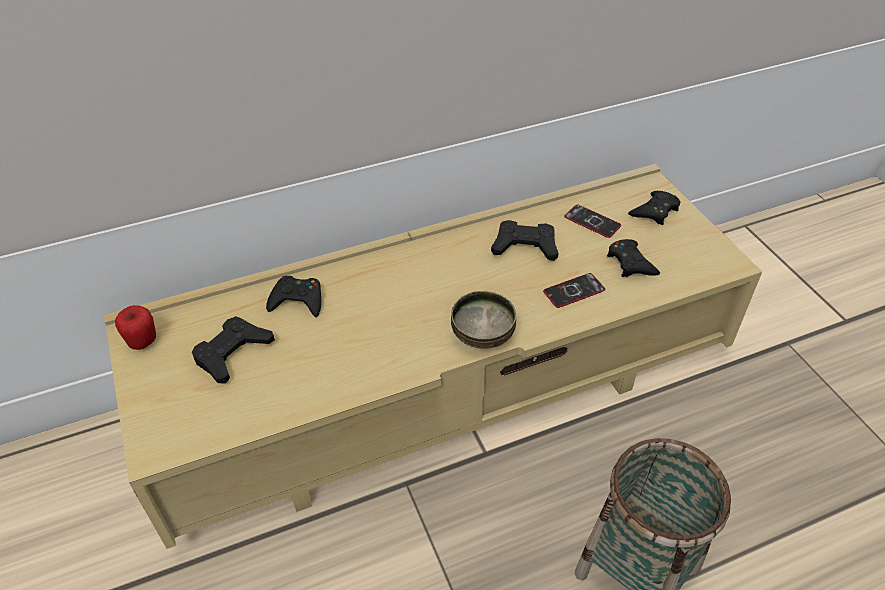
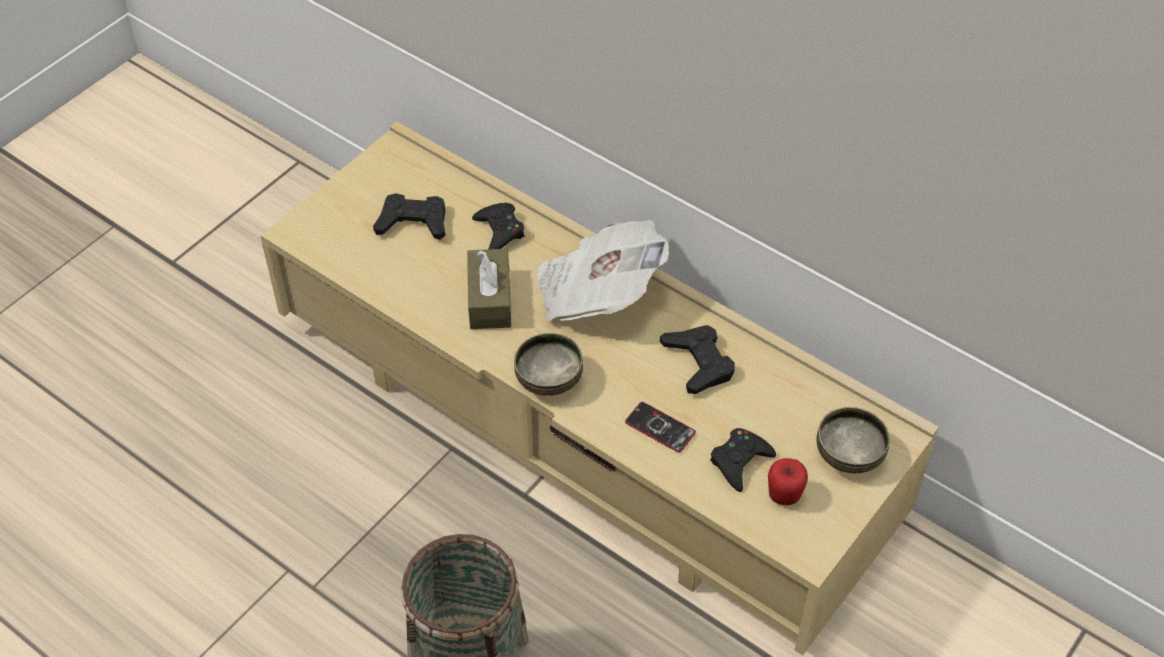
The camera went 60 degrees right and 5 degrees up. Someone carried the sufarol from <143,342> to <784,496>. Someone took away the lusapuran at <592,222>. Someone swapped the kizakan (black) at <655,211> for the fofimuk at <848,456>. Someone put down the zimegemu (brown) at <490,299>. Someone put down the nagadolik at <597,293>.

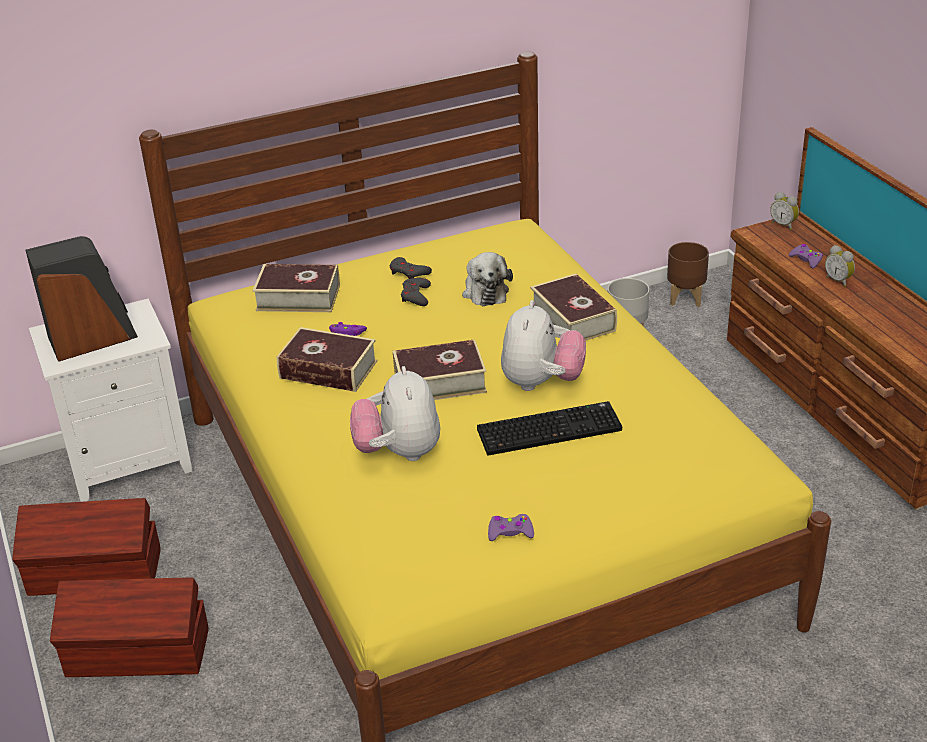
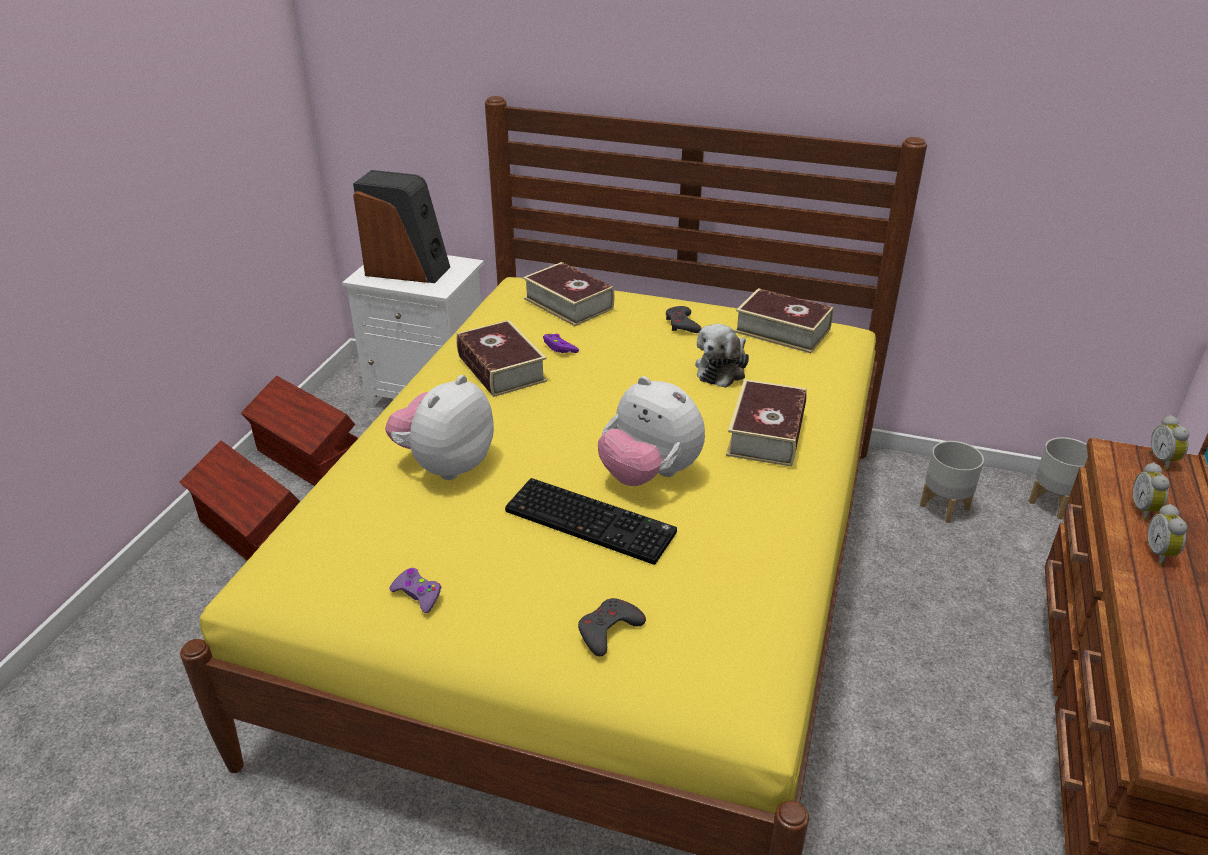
The camera went 40 degrees right and 0 degrees up. Someone carried the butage from <439,382> to <782,330>. Someone carried the kizakan (grey) from <416,296> to <608,630>. Someone rotated the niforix at <541,382> by 75 degrees clockwise. Someone repainted the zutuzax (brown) at <686,298>, which became the zutuzax (grey) at <1054,504>. Someone swapped the kizakan (purple) at <806,260> for the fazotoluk at <1145,510>.

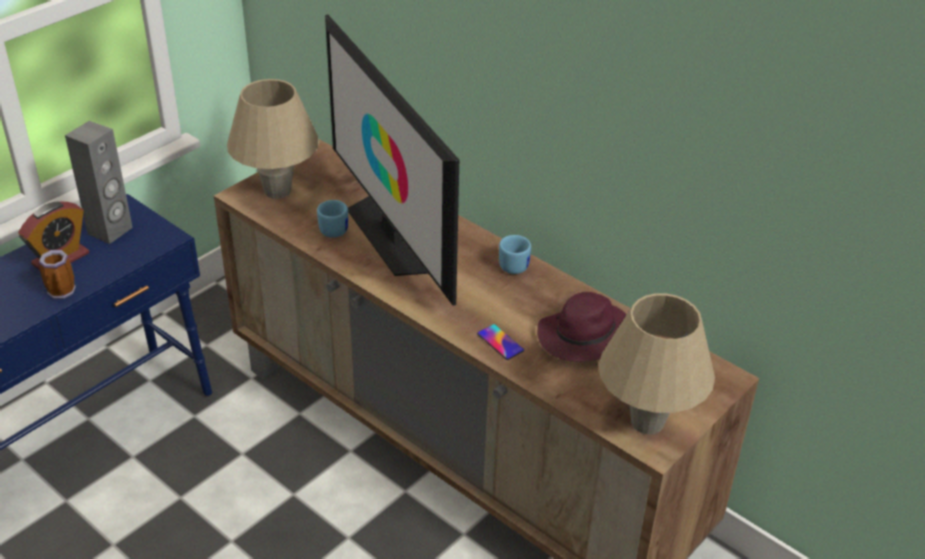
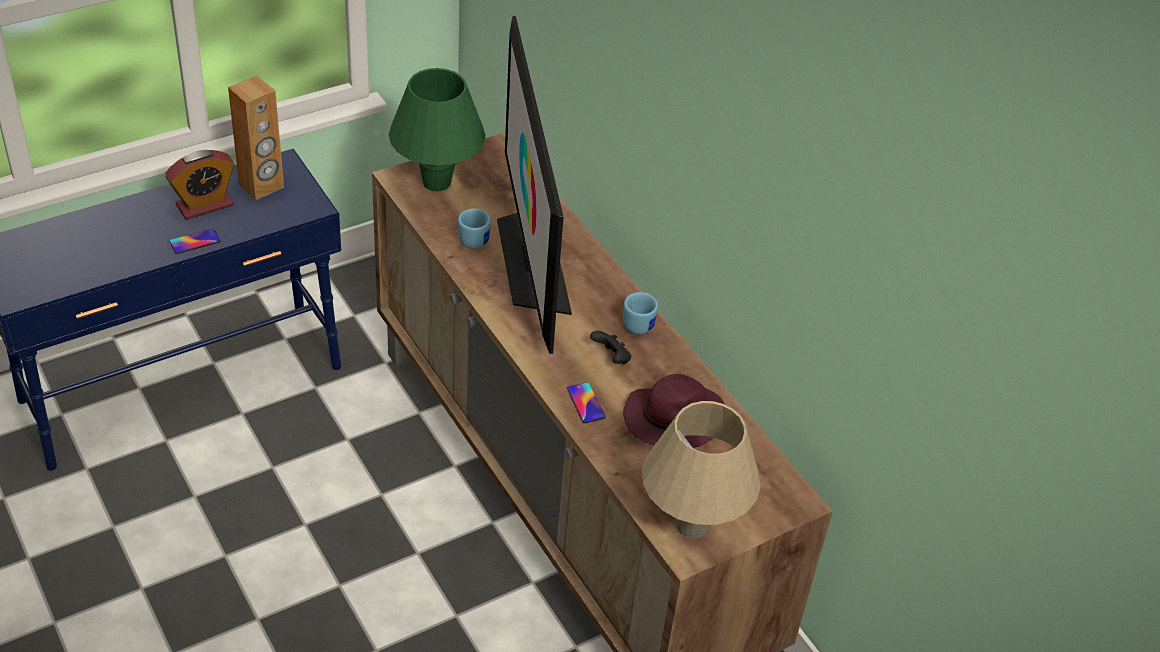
The camera went 15 degrees right and 5 degrees up. Someone swapped the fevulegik at <63,292> for the lusapuran at <194,241>. Someone repainted the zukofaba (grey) at <110,231>, which became the zukofaba (brown) at <262,186>. Someone repainted the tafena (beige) at <277,191>, which became the tafena (green) at <437,182>. Someone put down the kizakan (black) at <611,358>.

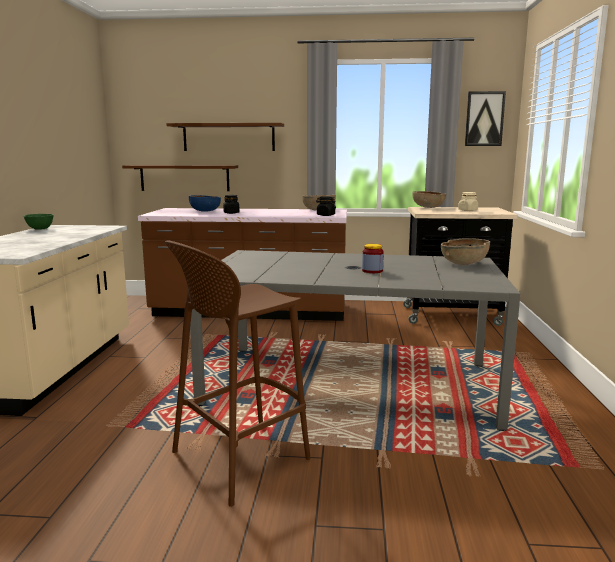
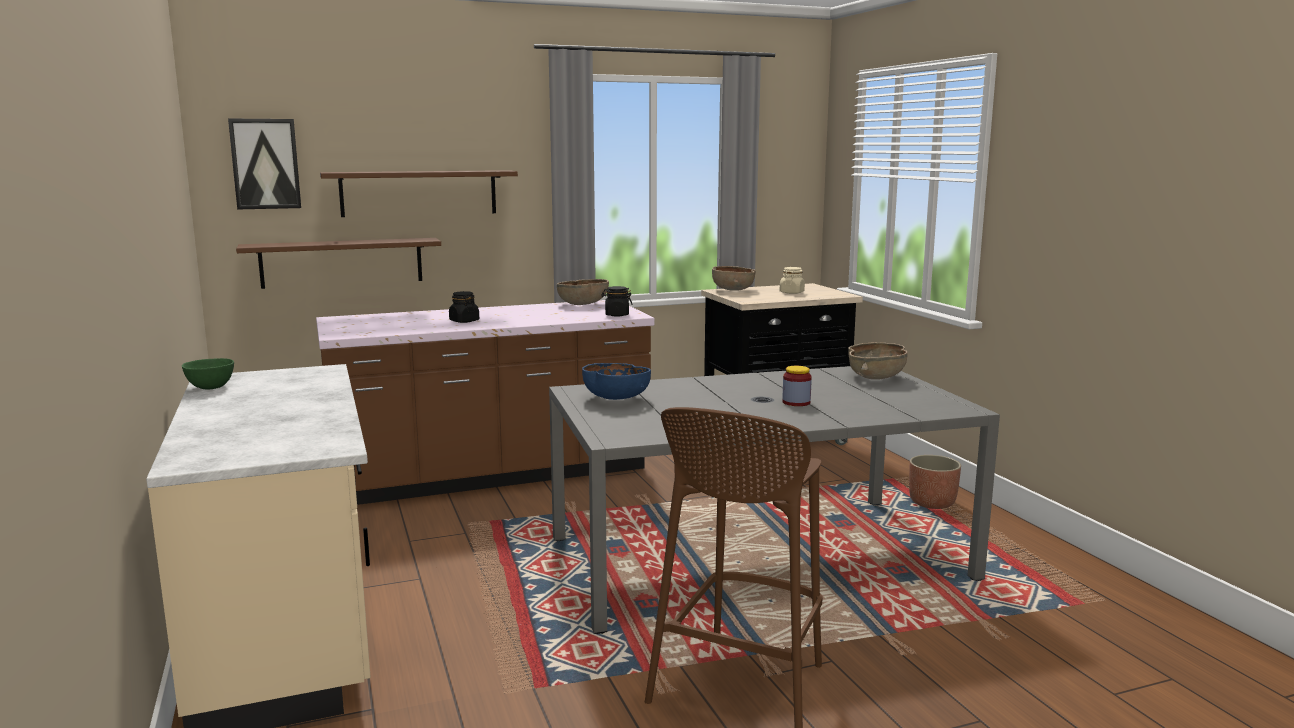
The camera went 25 degrees left and 0 degrees up. Someone carried the fofimuk (blue) from <205,211> to <615,399>. Someone carried the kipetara from <484,119> to <265,164>. Someone put down the zutuzax at <932,503>.

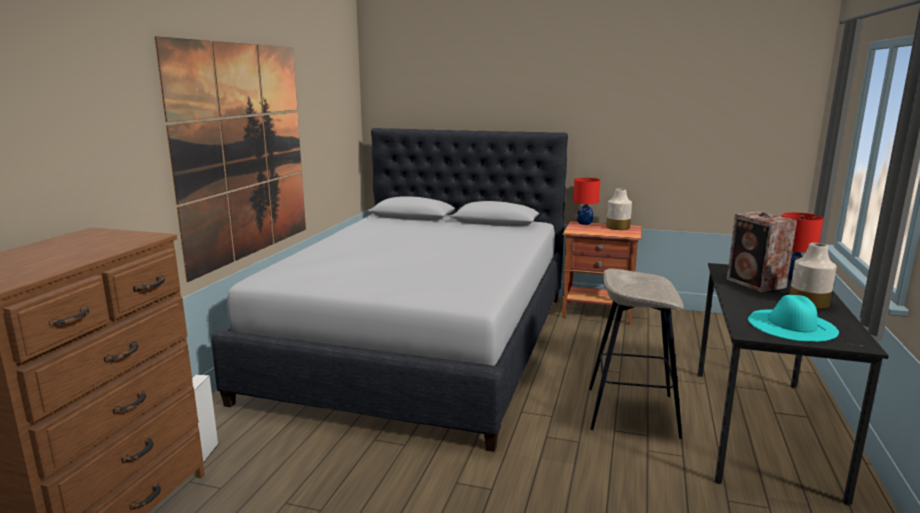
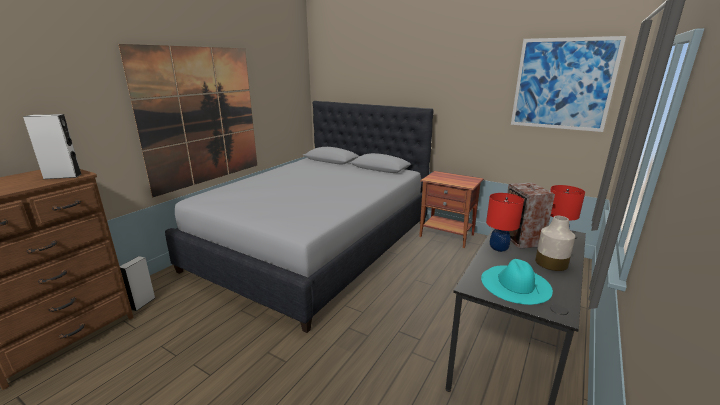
The camera went 15 degrees right and 5 degrees up. Someone carried the tafena (red) from <584,224> to <498,249>. Someone took away the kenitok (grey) at <631,411>. Someone took away the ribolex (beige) at <618,227>. Someone put down the zukofaba (grey) at <63,176>. Someone put up the kipetara at <562,84>.

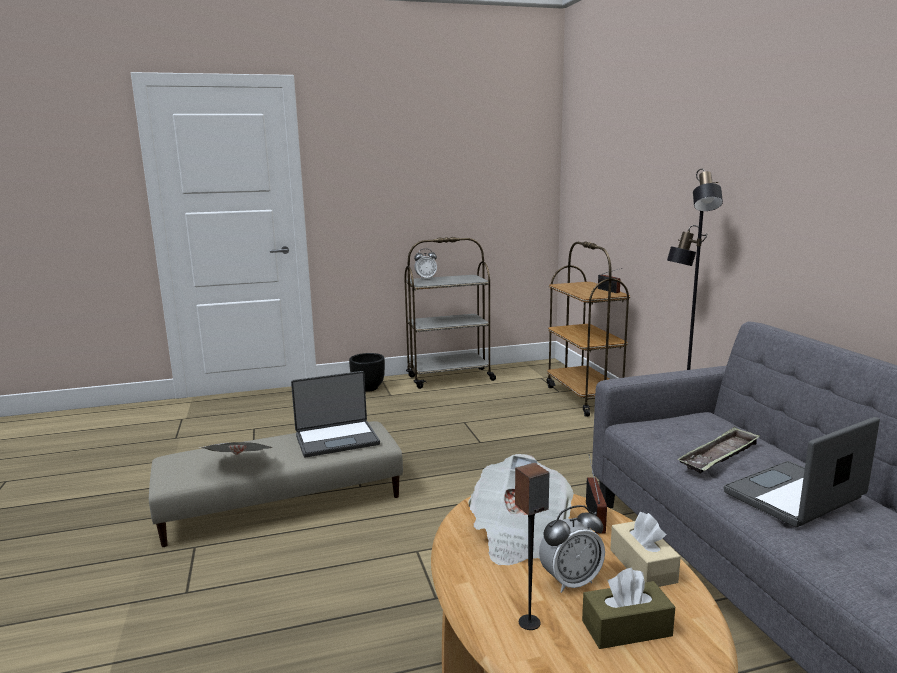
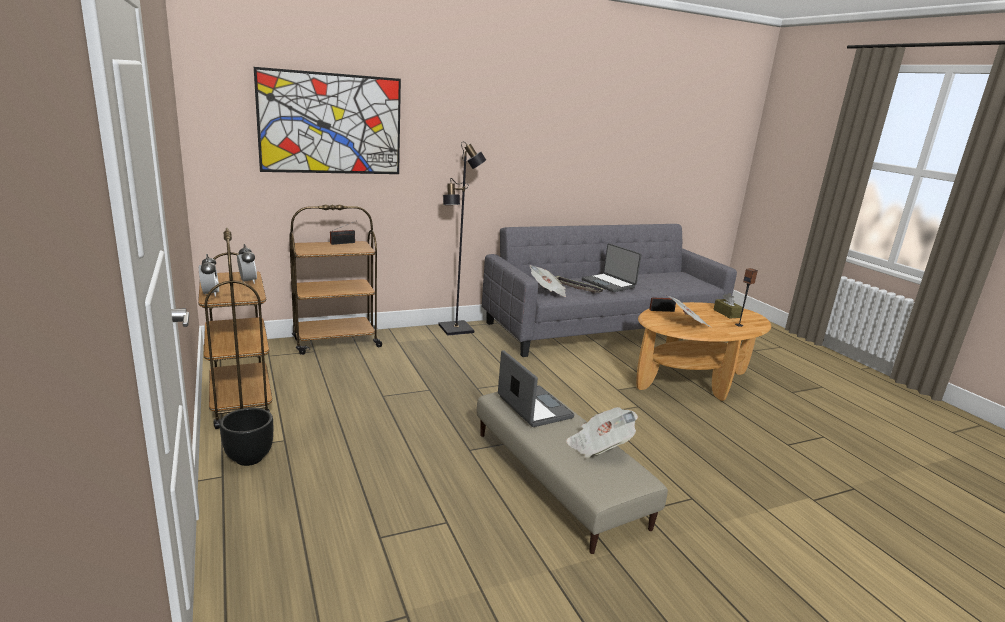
The camera went 100 degrees left and 5 degrees up. Someone repainted the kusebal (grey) at <449,378>, which became the kusebal (brown) at <240,403>. Someone carried the fazotoluk from <570,582> to <248,281>. Someone took away the zimegemu (beige) at <642,566>. Someone put up the kipetara at <331,124>. Someone put down the nagadolik at <547,291>.

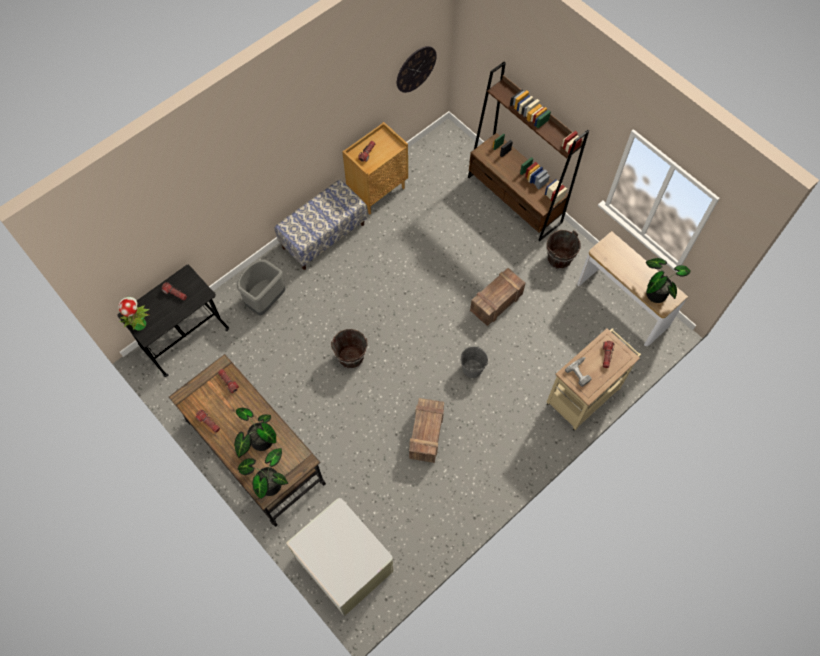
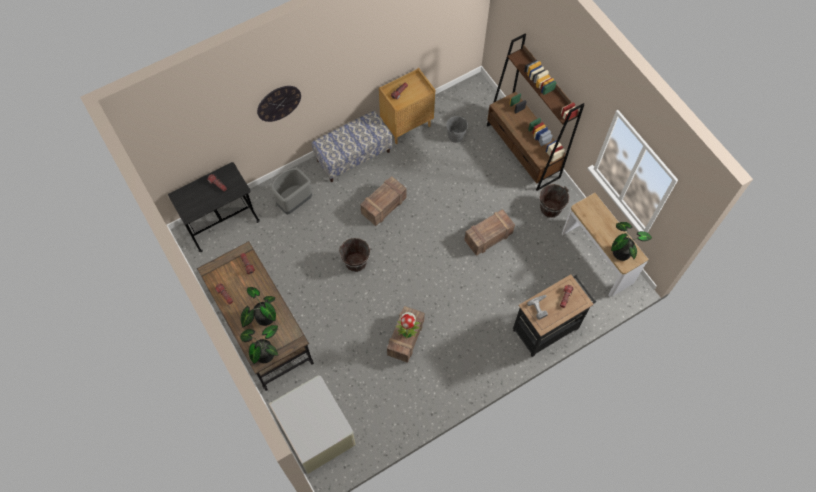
The camera went 10 degrees right and 0 degrees up. Someone carried the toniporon from <139,323> to <407,331>. Someone carried the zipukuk from <416,69> to <279,103>. Someone carried the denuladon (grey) from <472,368> to <455,136>. Someone repainted the kusebal (beige) at <584,395>, which became the kusebal (black) at <547,329>. Someone put down the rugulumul at <384,205>.

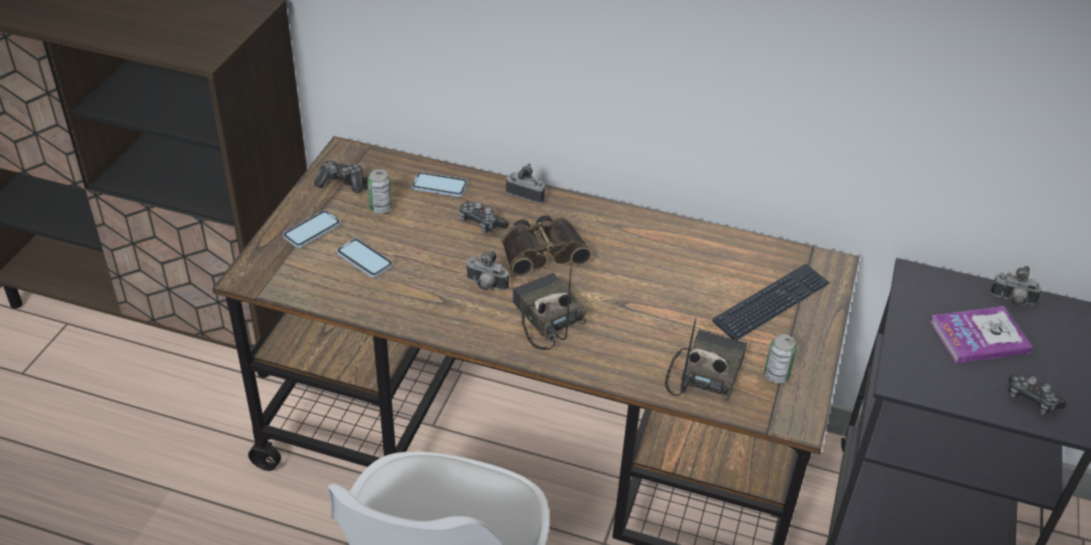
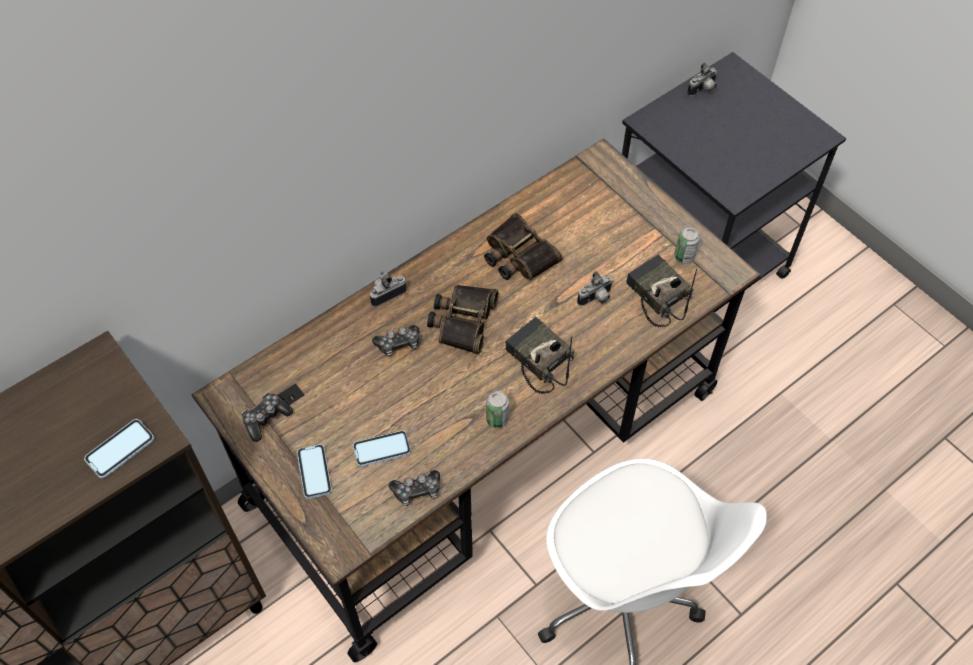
The camera went 55 degrees left and 15 degrees up. Someone carried the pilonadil from <380,208> to <497,419>. Someone carried the lusapuran from <439,186> to <120,449>. Someone carried the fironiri from <485,286> to <596,299>. Someone rotated the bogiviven at <545,318> by 45 degrees clockwise. Someone took away the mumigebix at <772,303>. Someone took away the butage at <979,337>. Someone carried the kizakan from <1031,400> to <417,491>. Someone put down the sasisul at <517,255>.

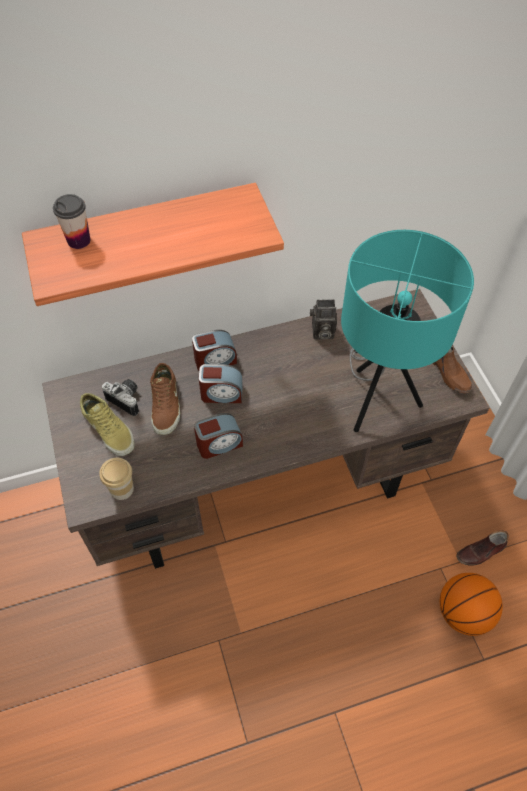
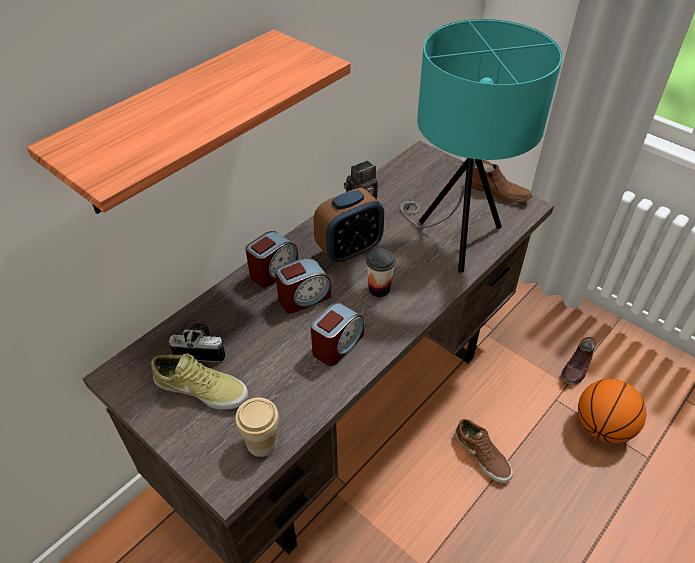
The camera went 30 degrees left and 10 degrees down. Someone carried the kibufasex from <79,240> to <379,289>. Someone carried the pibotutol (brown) from <166,405> to <483,454>. Someone put down the fazotoluk at <349,249>.

